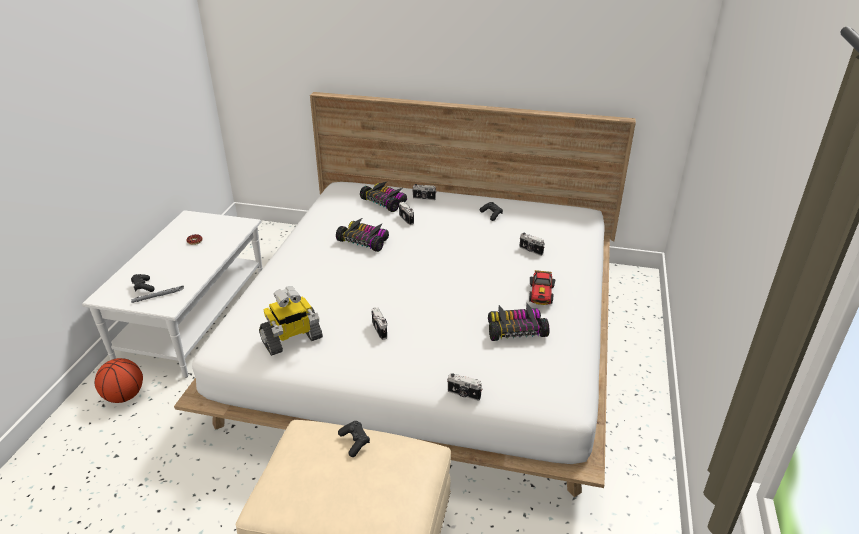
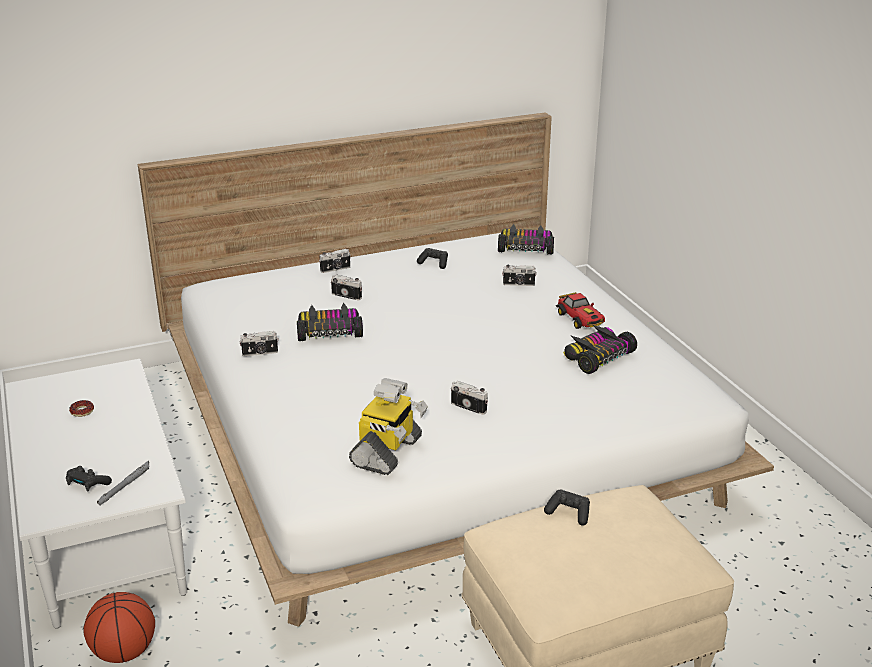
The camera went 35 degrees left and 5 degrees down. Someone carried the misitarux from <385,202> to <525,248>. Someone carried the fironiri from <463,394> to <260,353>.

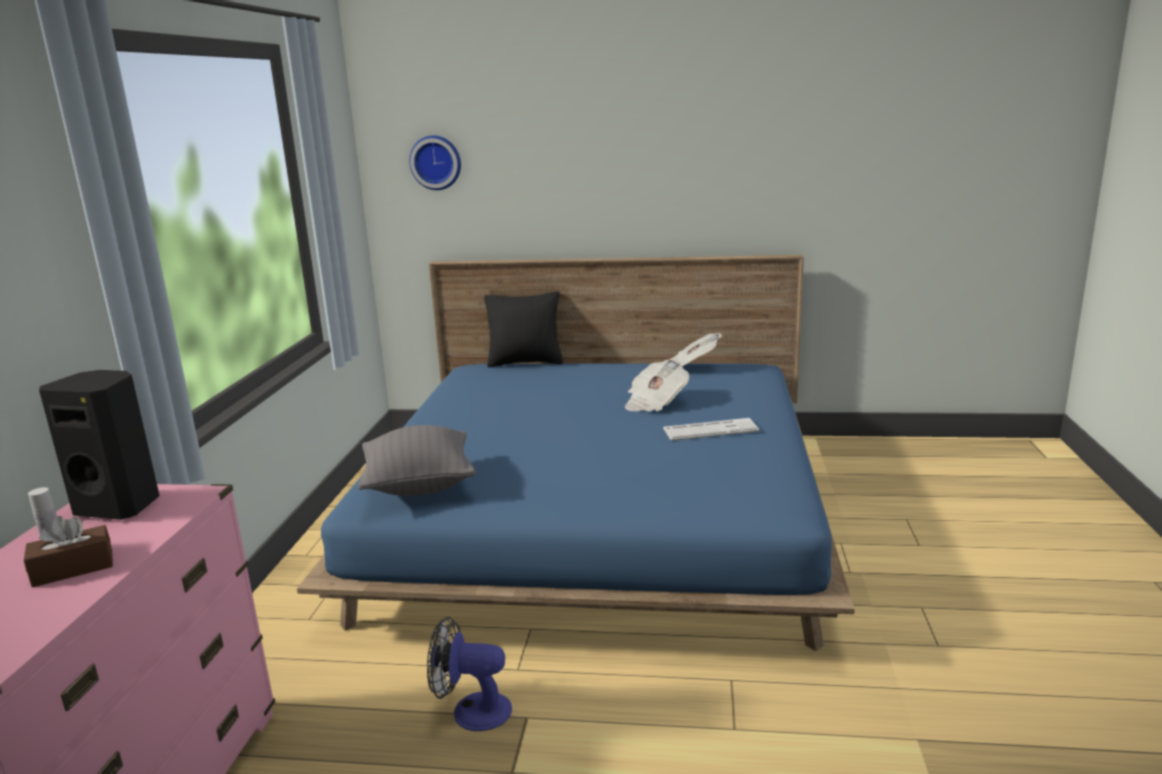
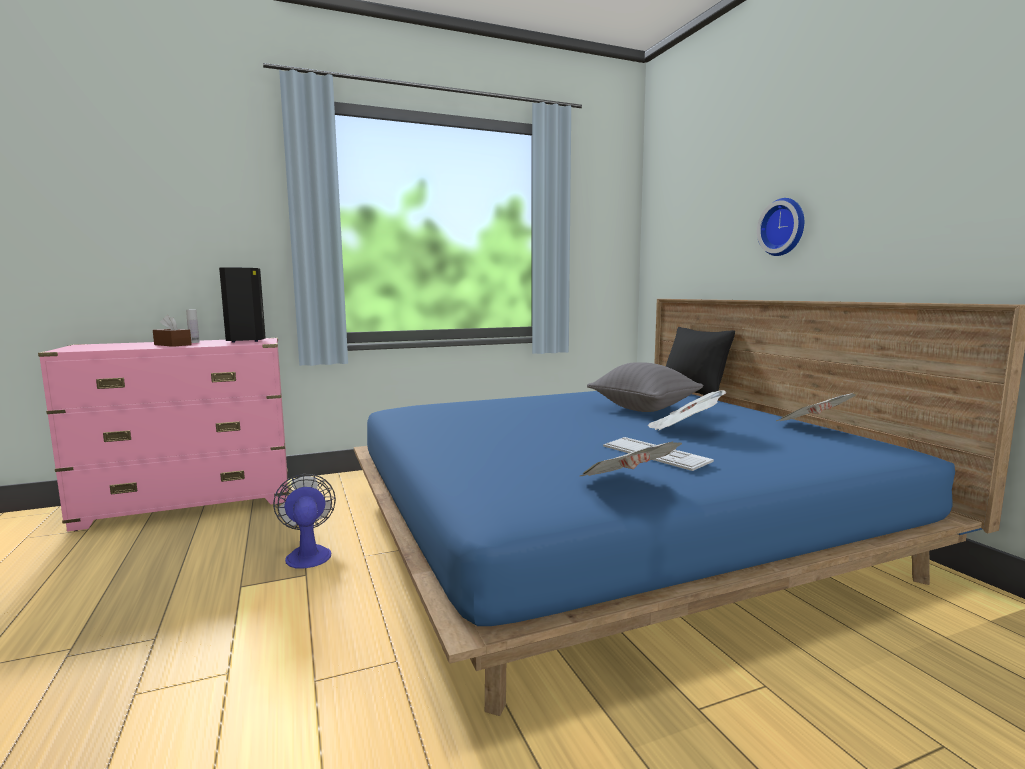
The camera went 60 degrees right and 10 degrees down. Someone carried the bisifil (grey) from <419,486> to <644,409>. Someone carried the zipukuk from <436,162> to <784,227>. Someone put down the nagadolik at <628,486>.

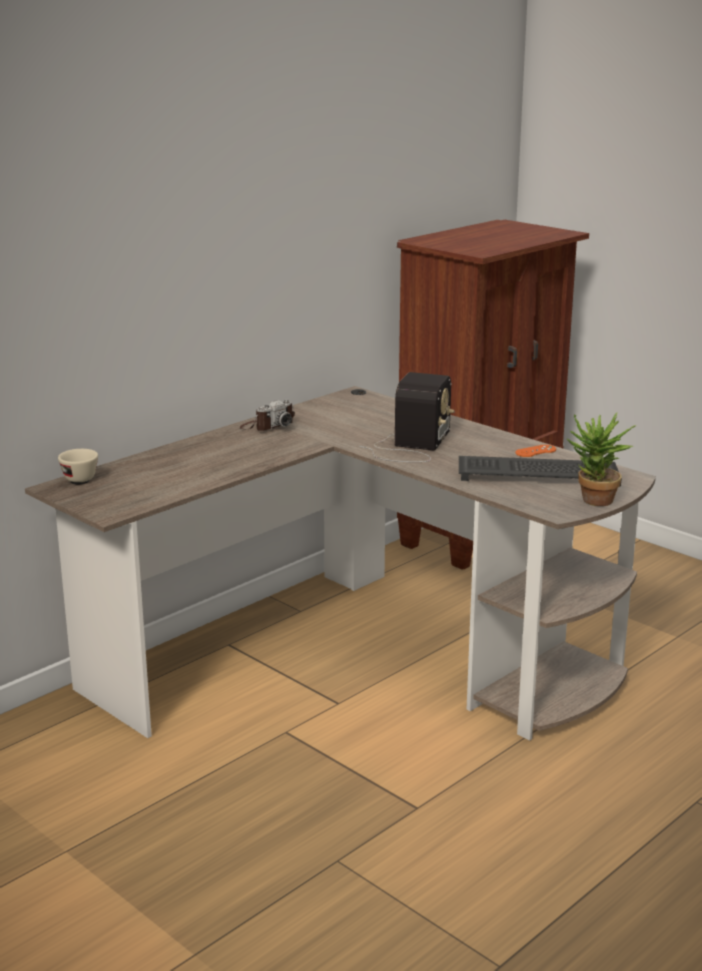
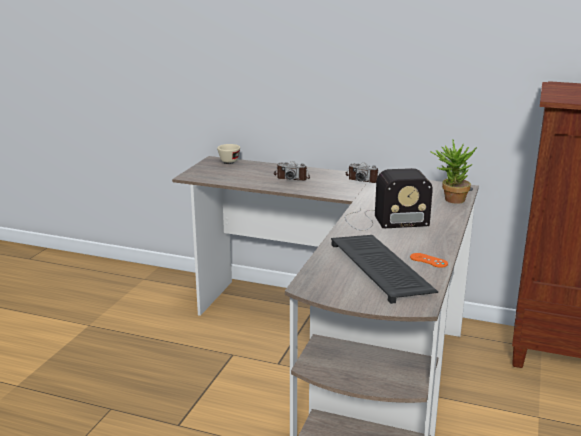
The camera went 65 degrees right and 0 degrees up. Someone carried the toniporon from <594,502> to <450,199>. Someone put down the fironiri at <292,178>.

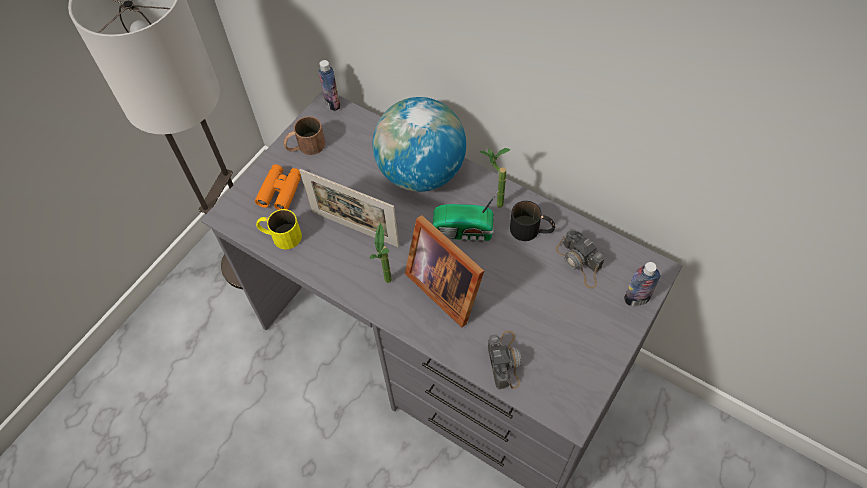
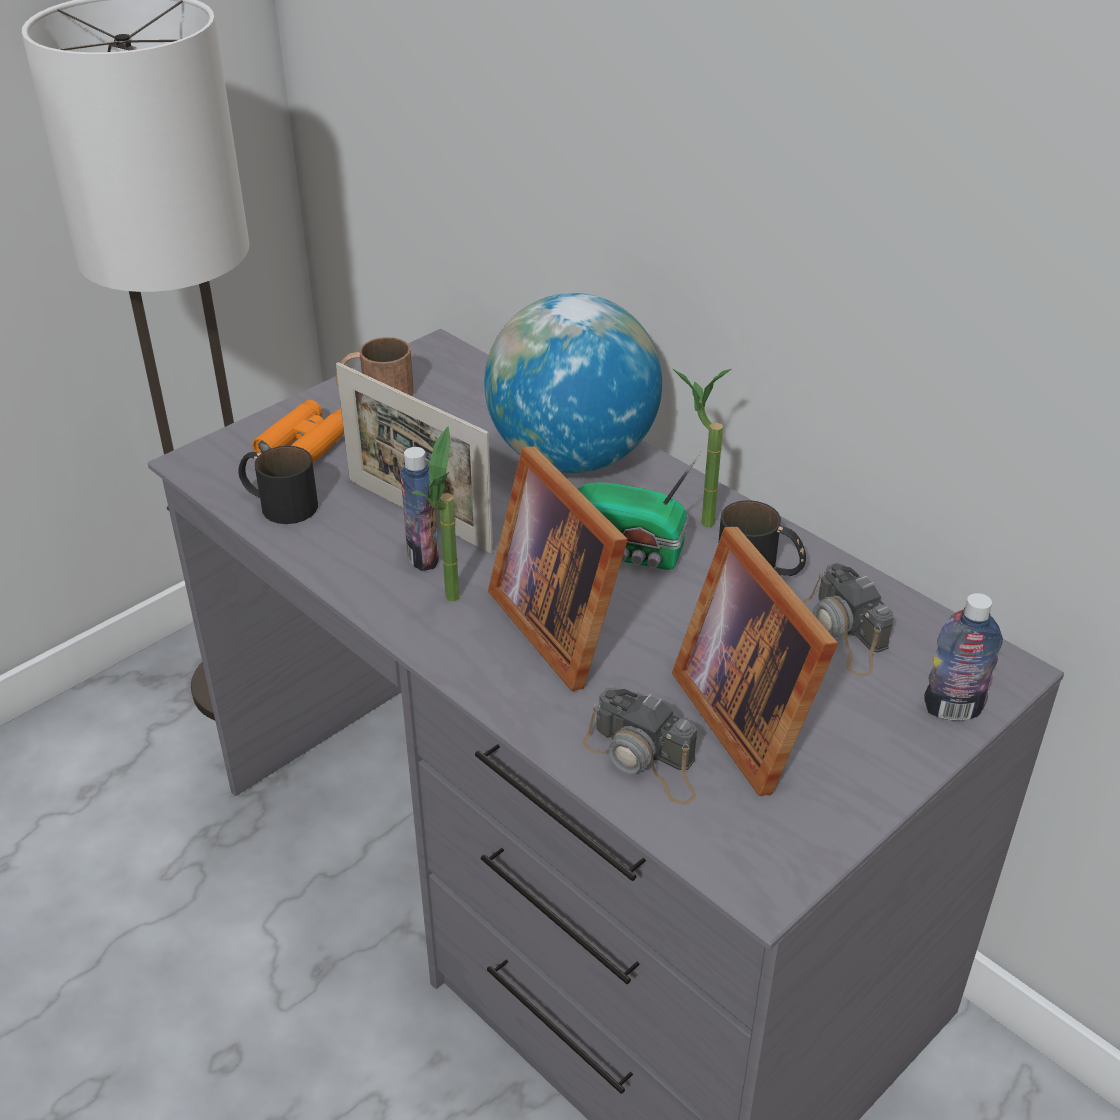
The camera went 10 degrees right and 20 degrees down. Someone repainted the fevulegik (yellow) at <280,235>, which became the fevulegik (black) at <278,503>. Someone carried the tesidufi from <332,103> to <423,556>. Someone rotated the fironiri at <505,360> by 120 degrees clockwise. Someone put down the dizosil at <750,715>.

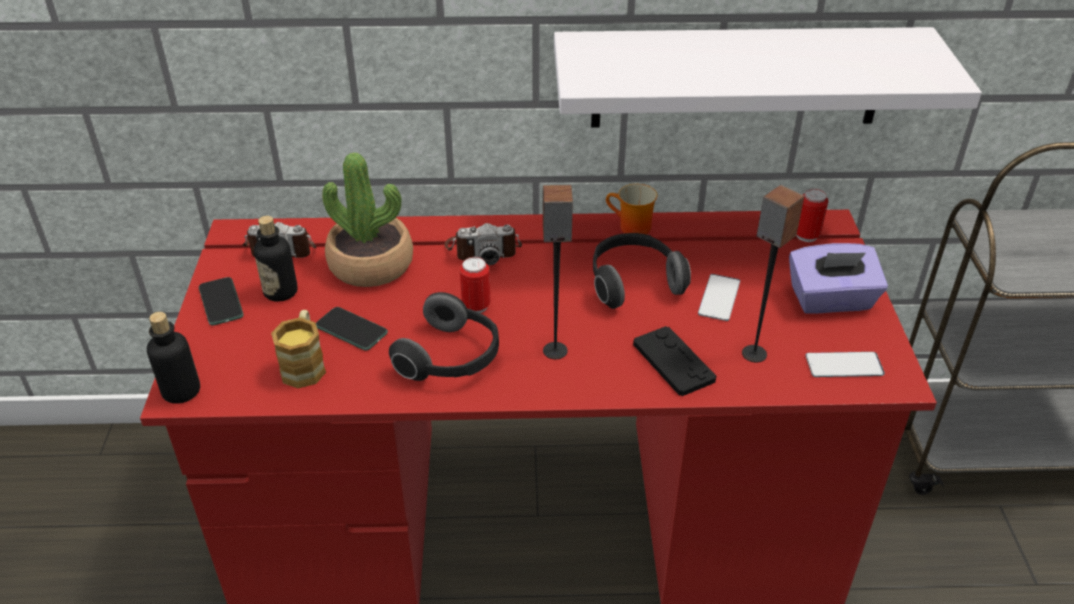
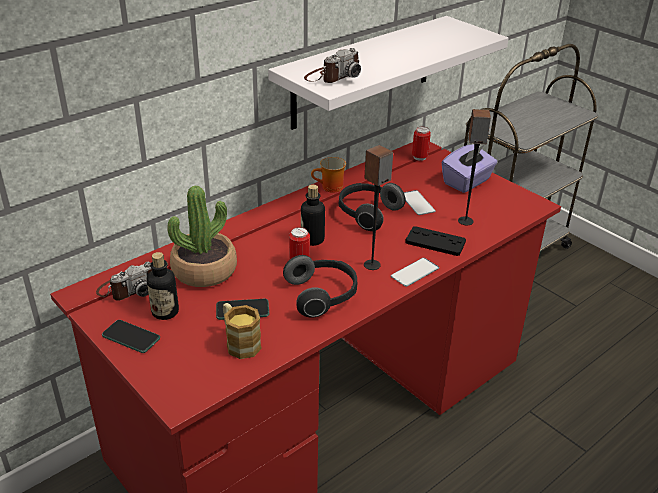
The camera went 40 degrees left and 5 degrees down. Someone carried the tesidufi from <181,391> to <312,239>. Someone carried the fironiri from <483,249> to <332,76>. Someone carried the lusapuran from <844,365> to <415,272>.

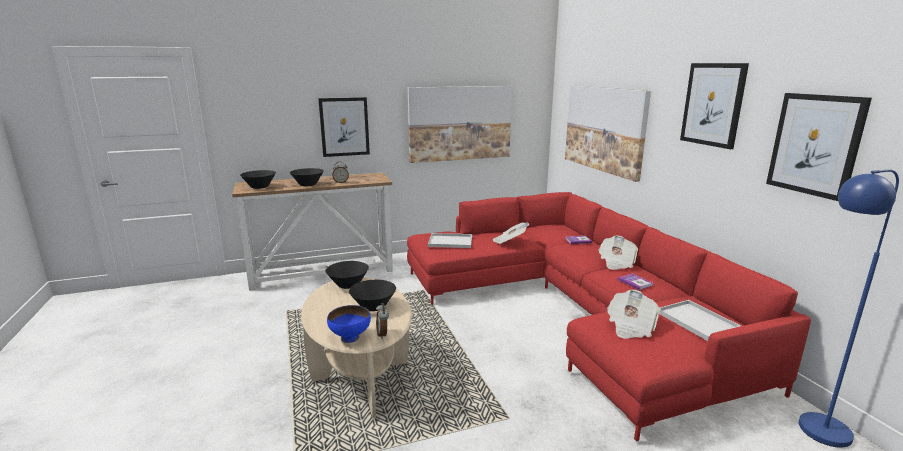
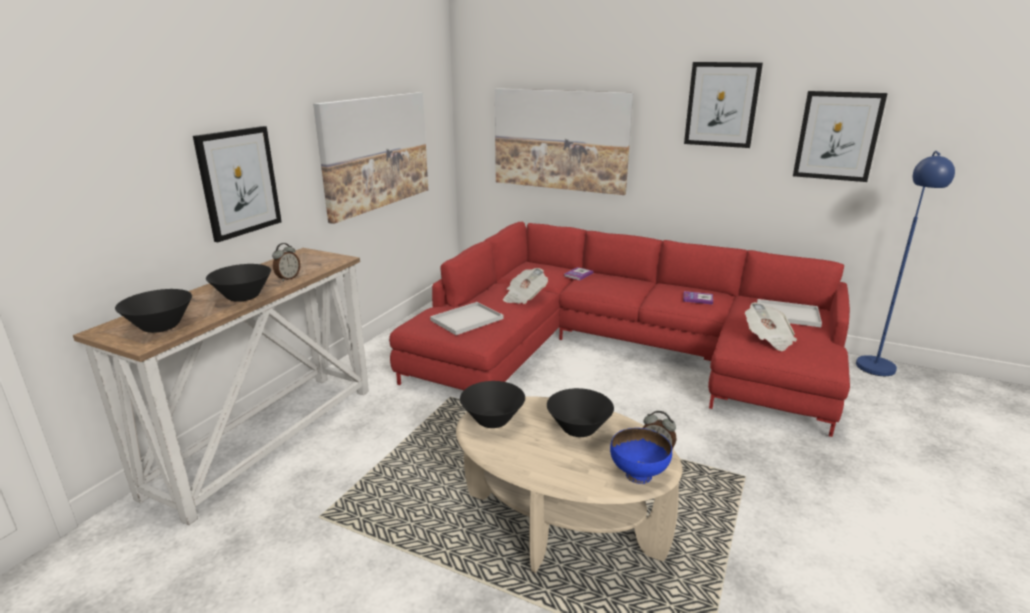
The camera went 45 degrees left and 5 degrees up. Someone took away the nagadolik at <616,263>.

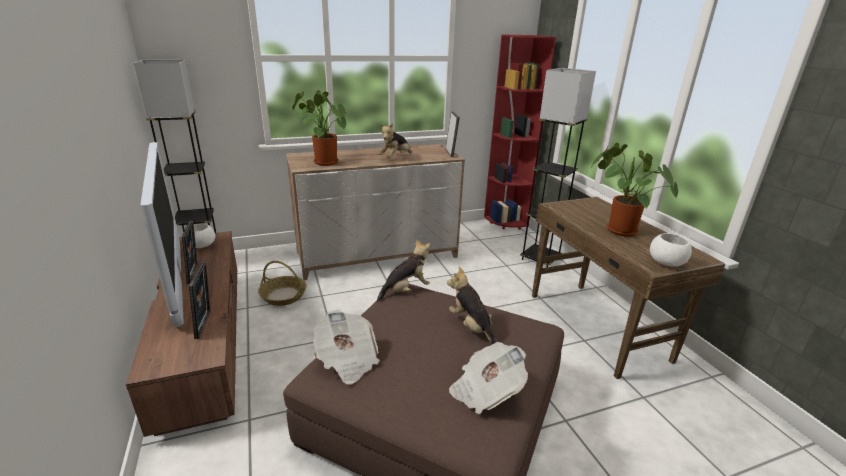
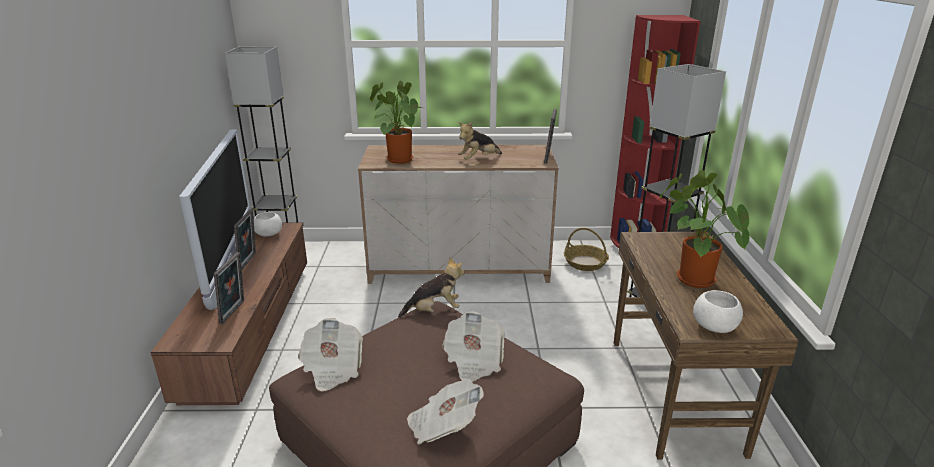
The camera went 20 degrees right and 0 degrees up. Someone carried the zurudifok from <283,296> to <585,263>. Someone swapped the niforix at <471,327> for the nagadolik at <473,361>.

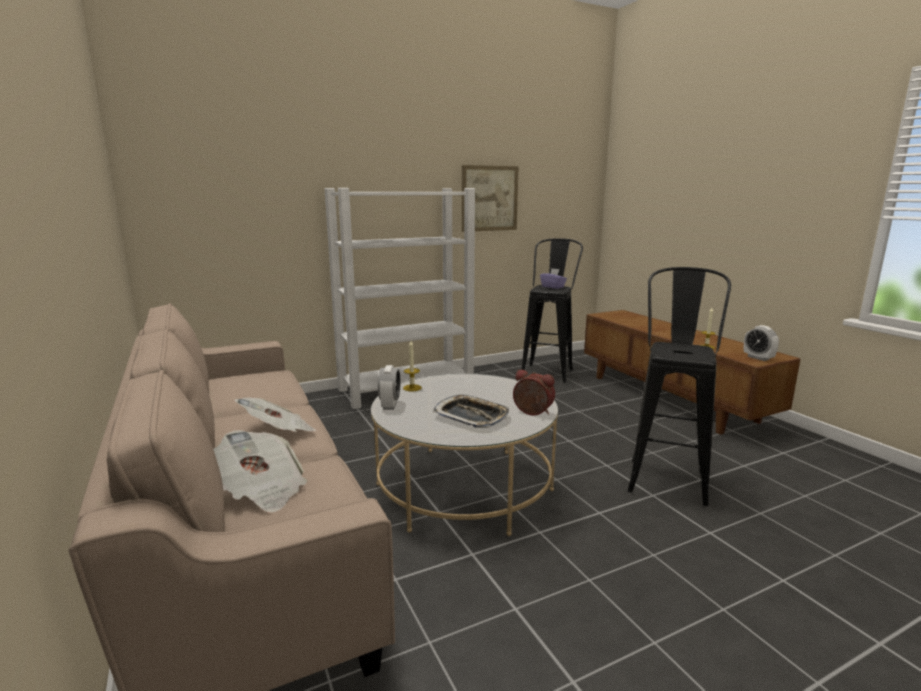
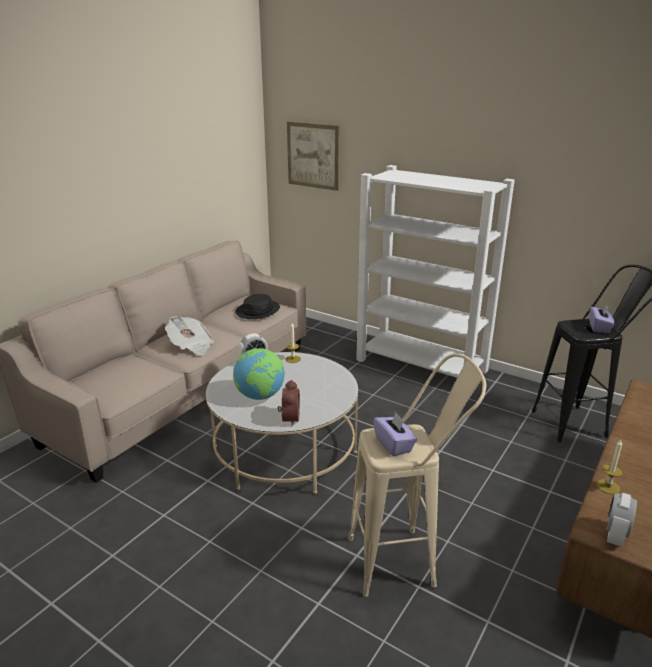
The camera went 60 degrees right and 10 degrees up. Someone took away the nagadolik at <261,490>. Someone swapped the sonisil at <471,416> for the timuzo at <260,396>. Someone carried the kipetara from <489,198> to <313,155>. Someone repainted the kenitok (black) at <667,475>, which became the kenitok (beige) at <405,559>. Someone put down the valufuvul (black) at <258,310>. Someone put down the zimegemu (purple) at <394,445>.

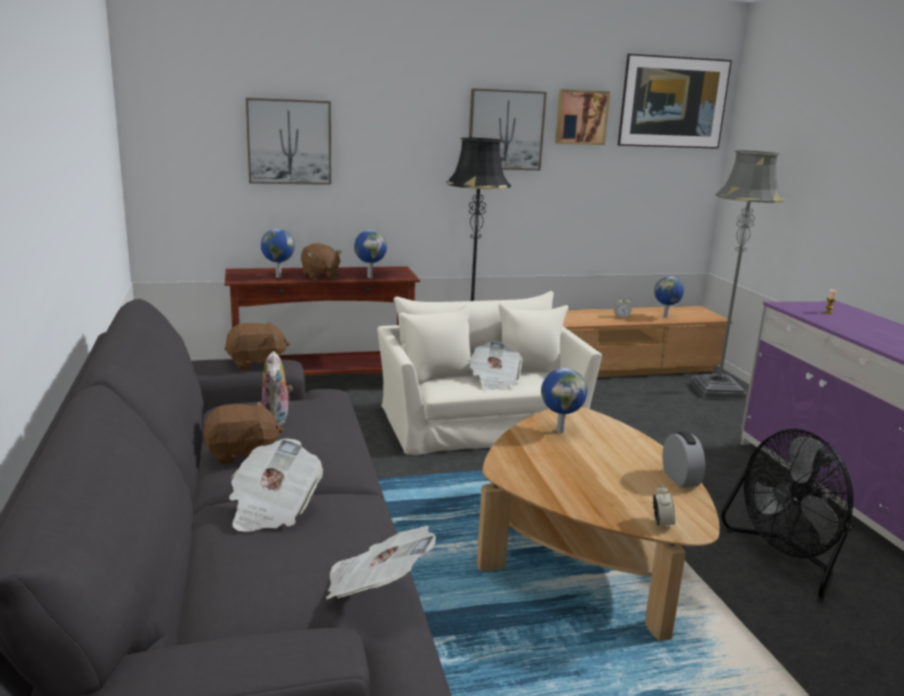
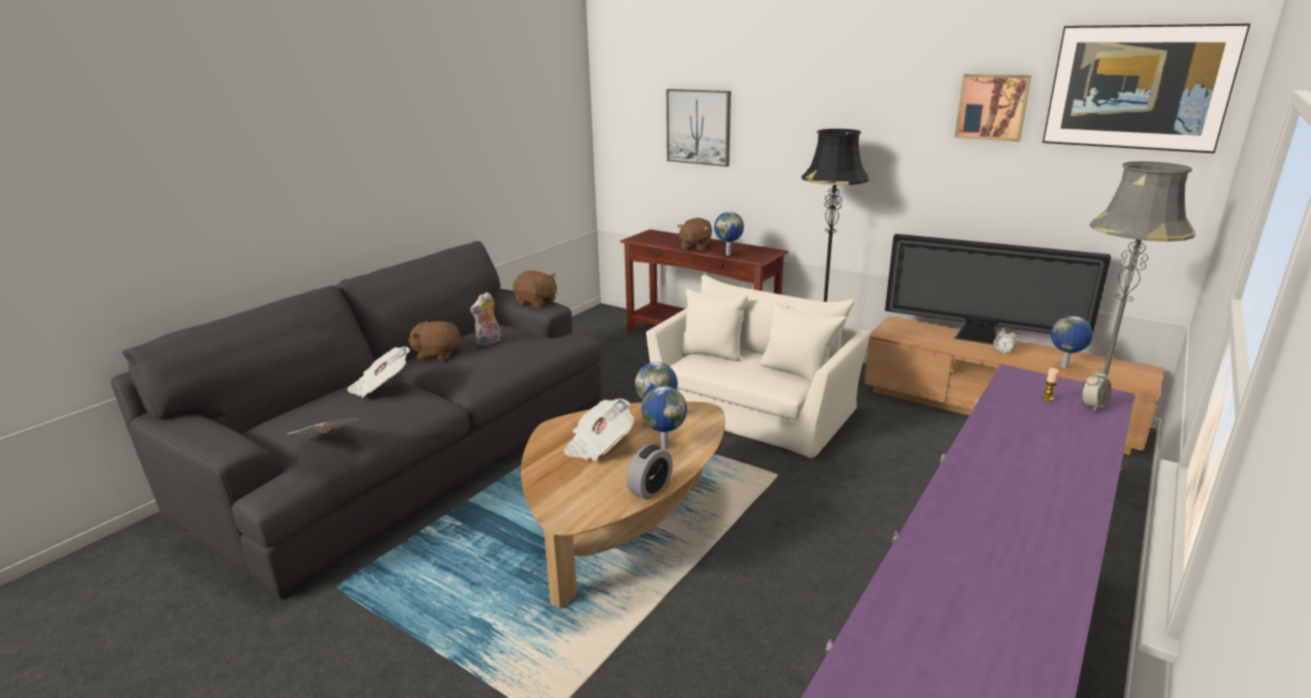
The camera went 50 degrees right and 5 degrees up. Someone rotated the niforix (brown) at <242,454> by 150 degrees clockwise. Someone carried the timuzo from <278,277> to <664,446>. Someone took away the kipetara at <505,130>. Someone carried the nagadolik from <494,380> to <598,446>. Someone carried the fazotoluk from <661,524> to <1092,406>. Someone took away the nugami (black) at <787,557>. Someone put down the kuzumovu at <980,340>.

